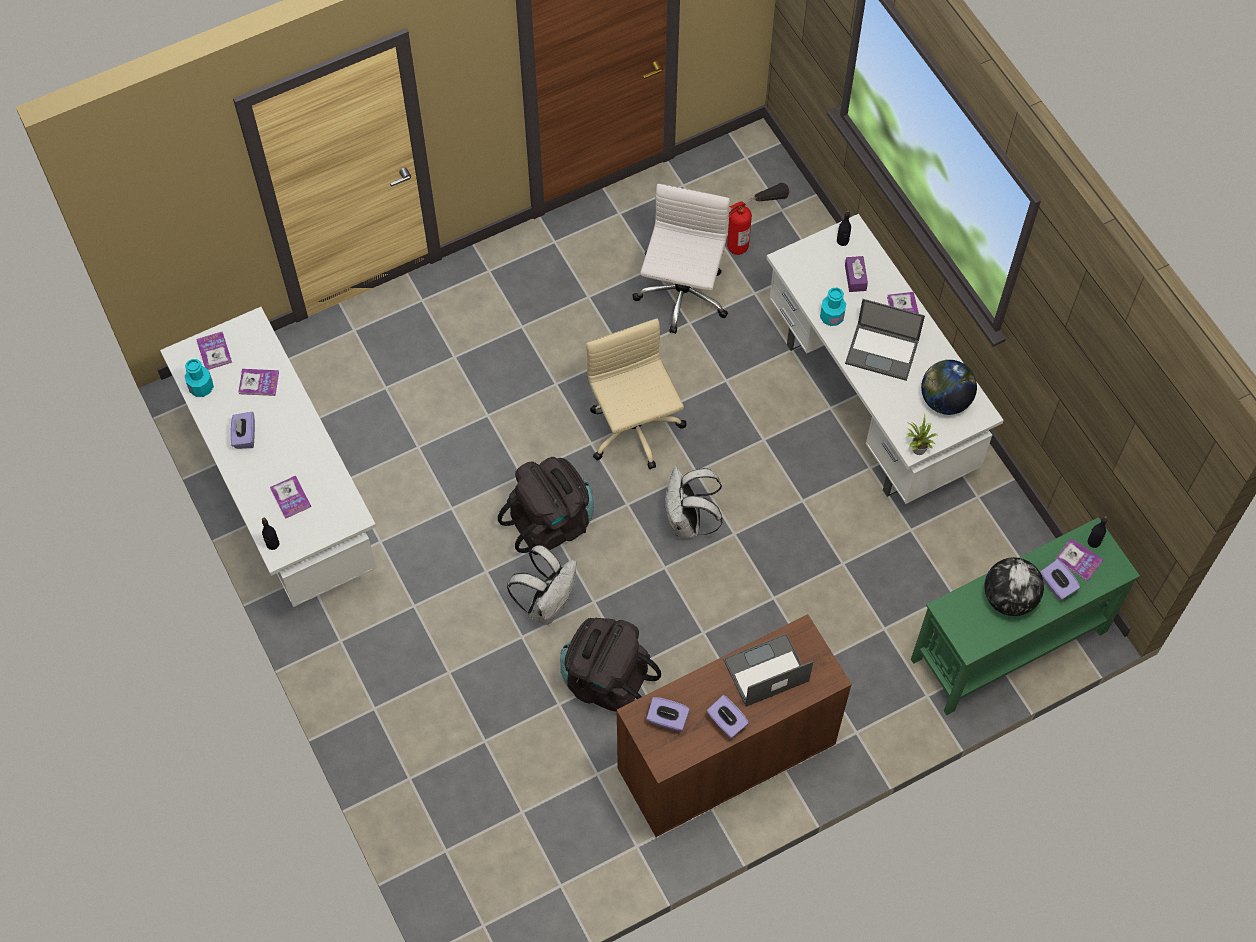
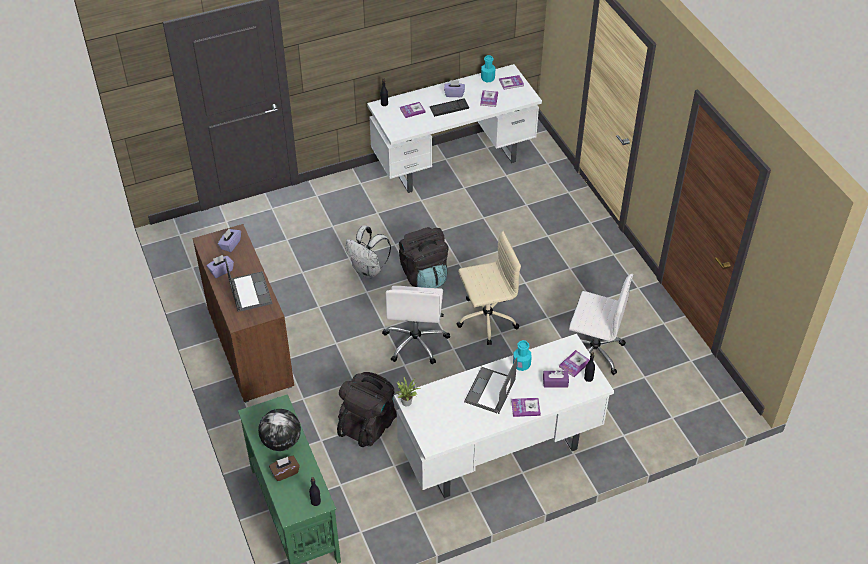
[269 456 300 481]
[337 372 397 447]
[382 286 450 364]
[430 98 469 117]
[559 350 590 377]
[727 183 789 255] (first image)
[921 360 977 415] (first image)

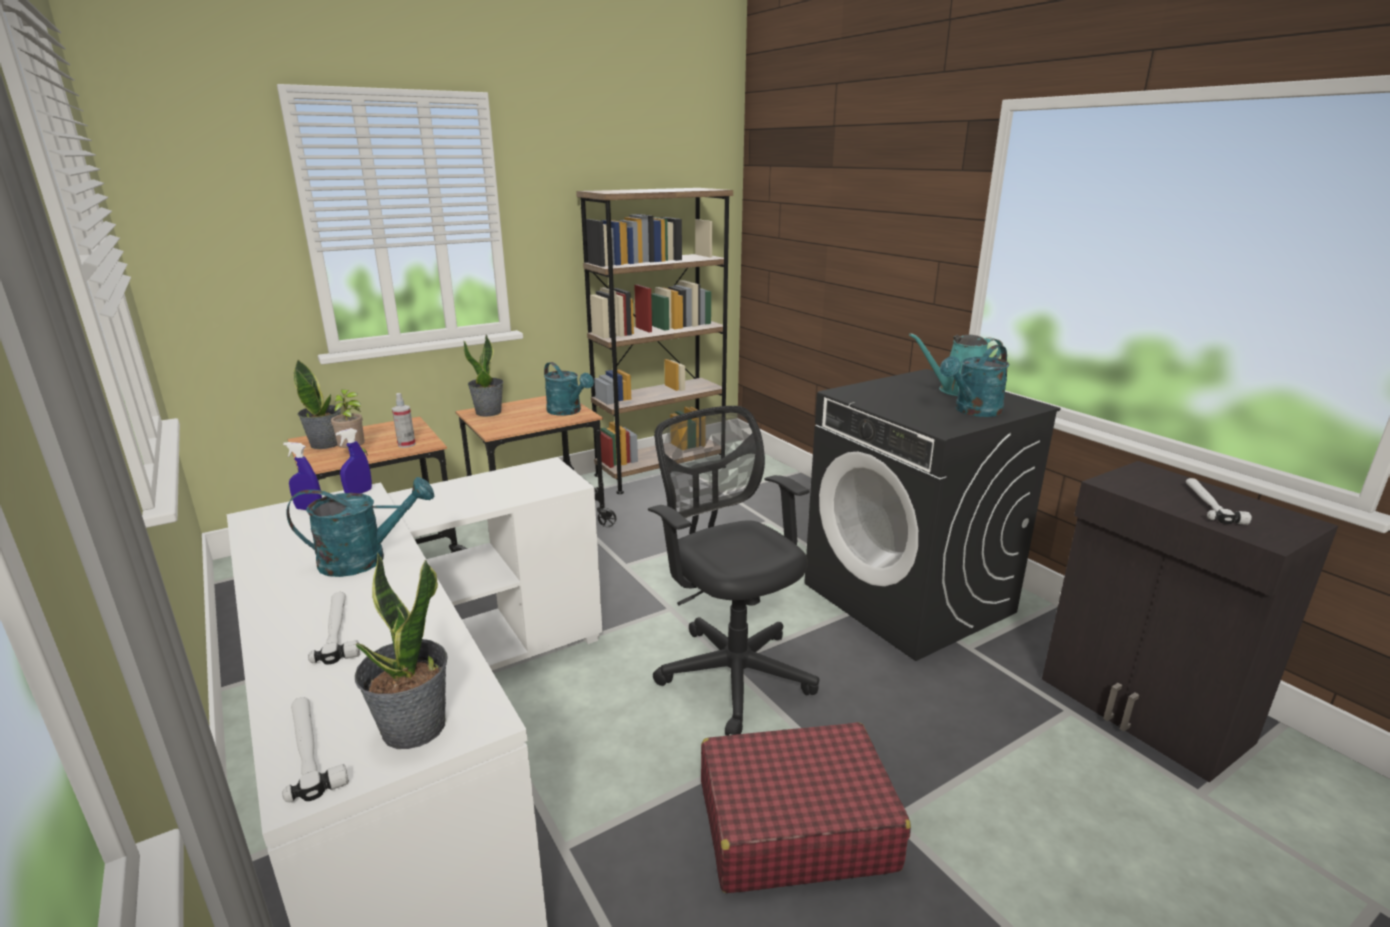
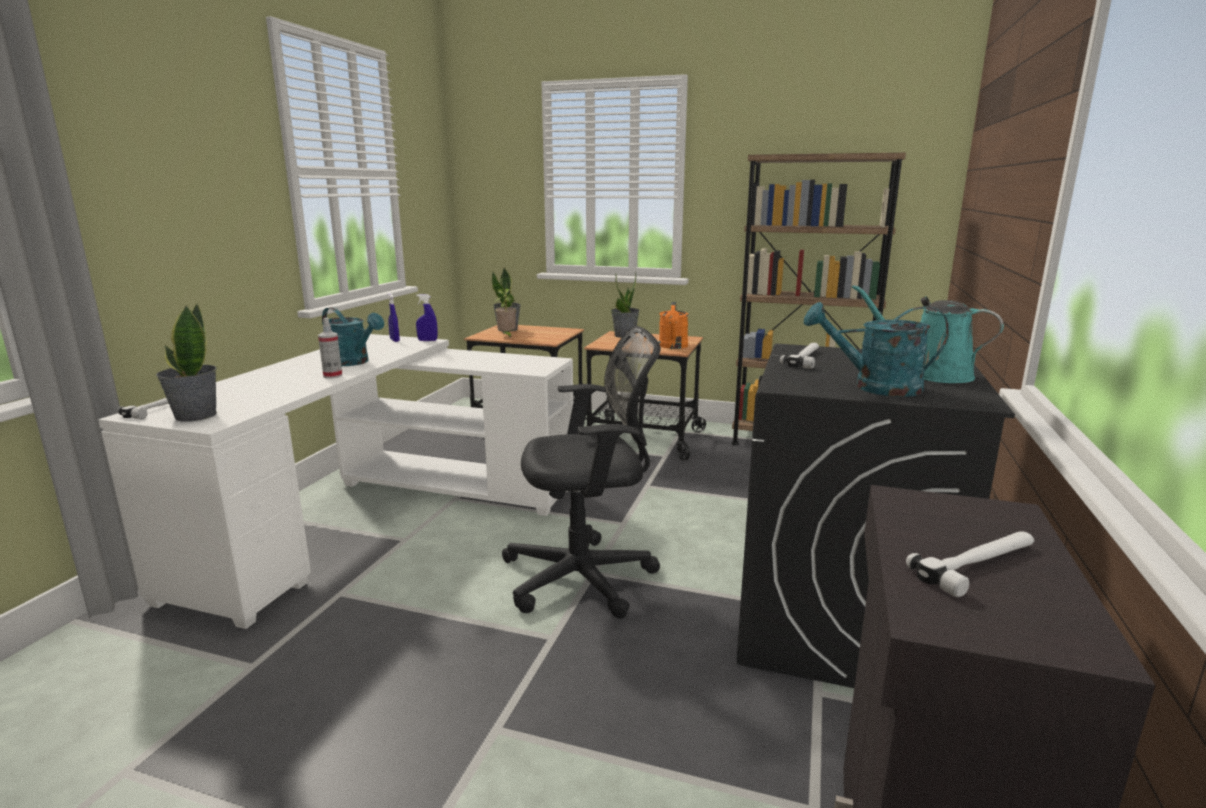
[318 318 342 379]
[502 326 661 618]
[659 302 688 349]
[780 343 819 369]
[701 722 911 893] (first image)

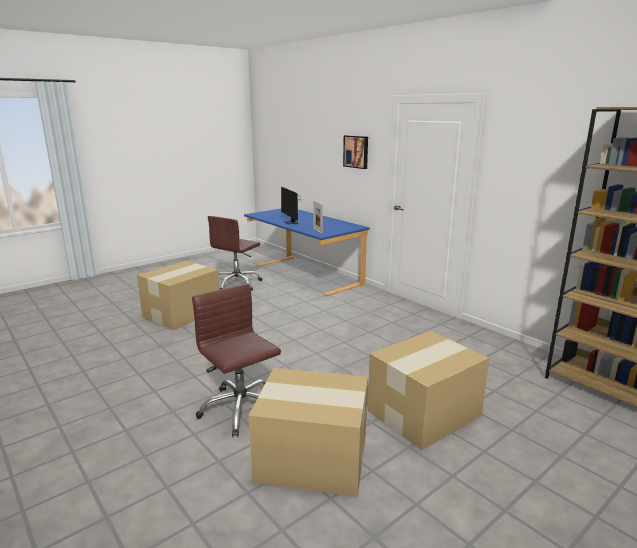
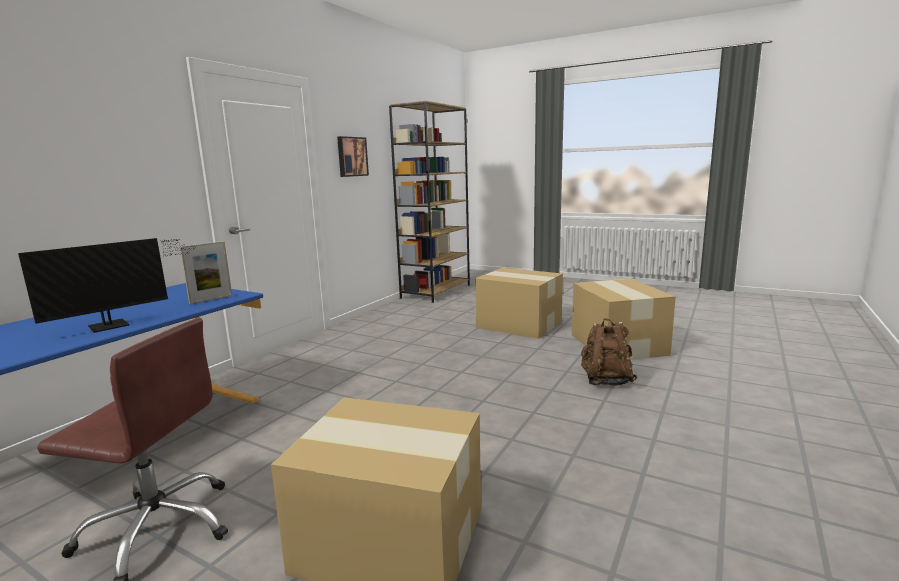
[337 136 369 177]
[581 318 637 386]

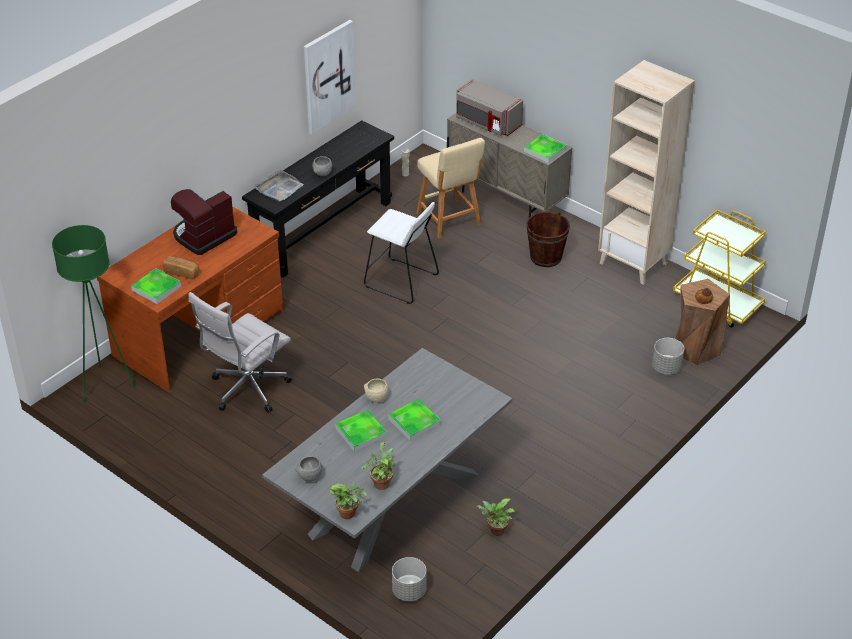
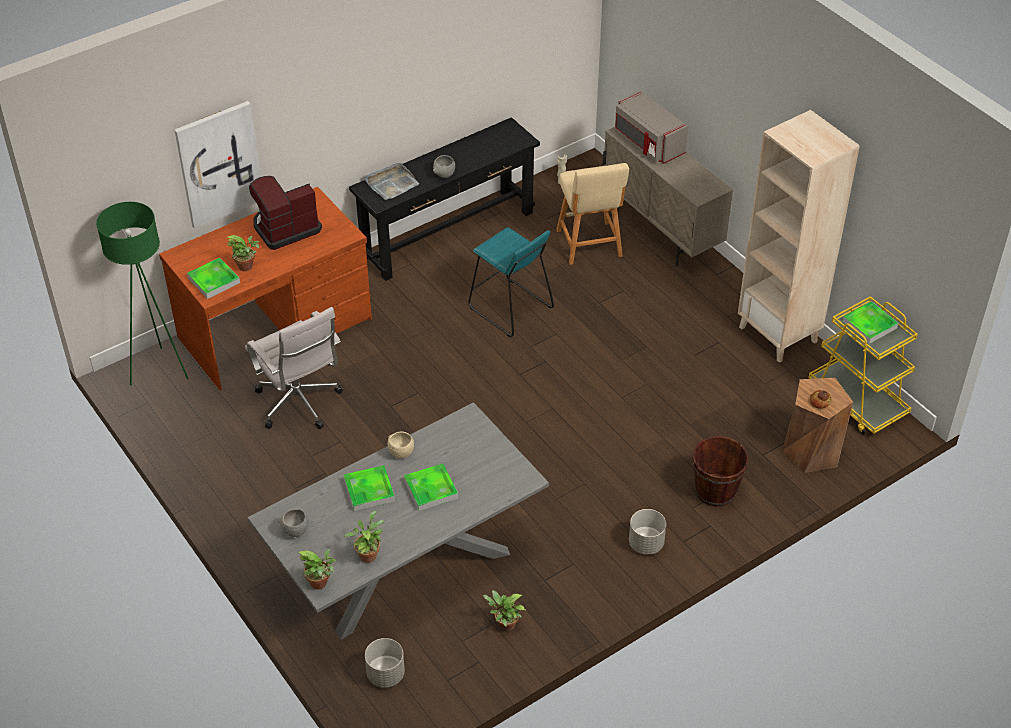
[174 101 261 229]
[226 235 259 271]
[245 307 343 429]
[468 227 554 337]
[629 509 666 555]
[693 436 749 507]
[842 301 898 344]

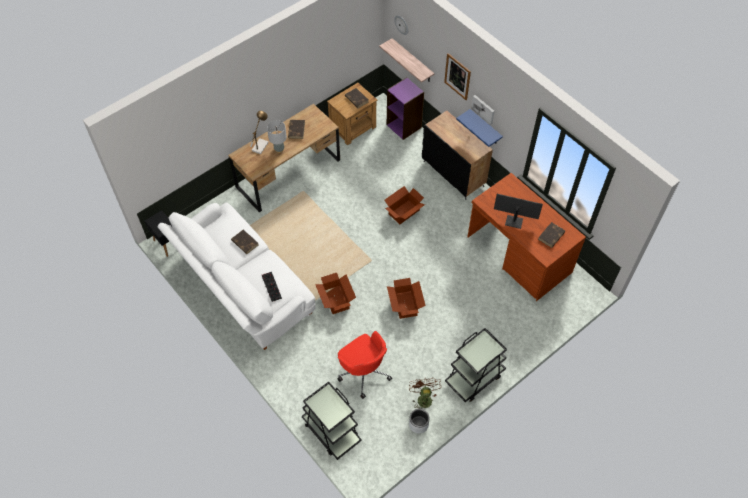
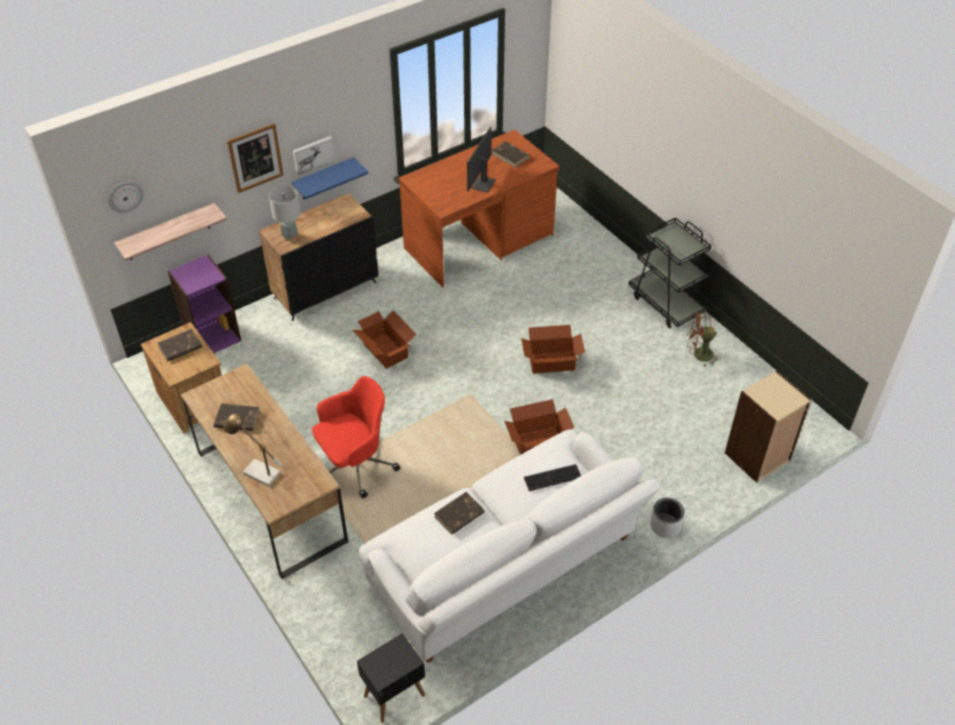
[269 186 301 241]
[312 376 400 498]
[650 498 684 538]
[725 371 811 483]

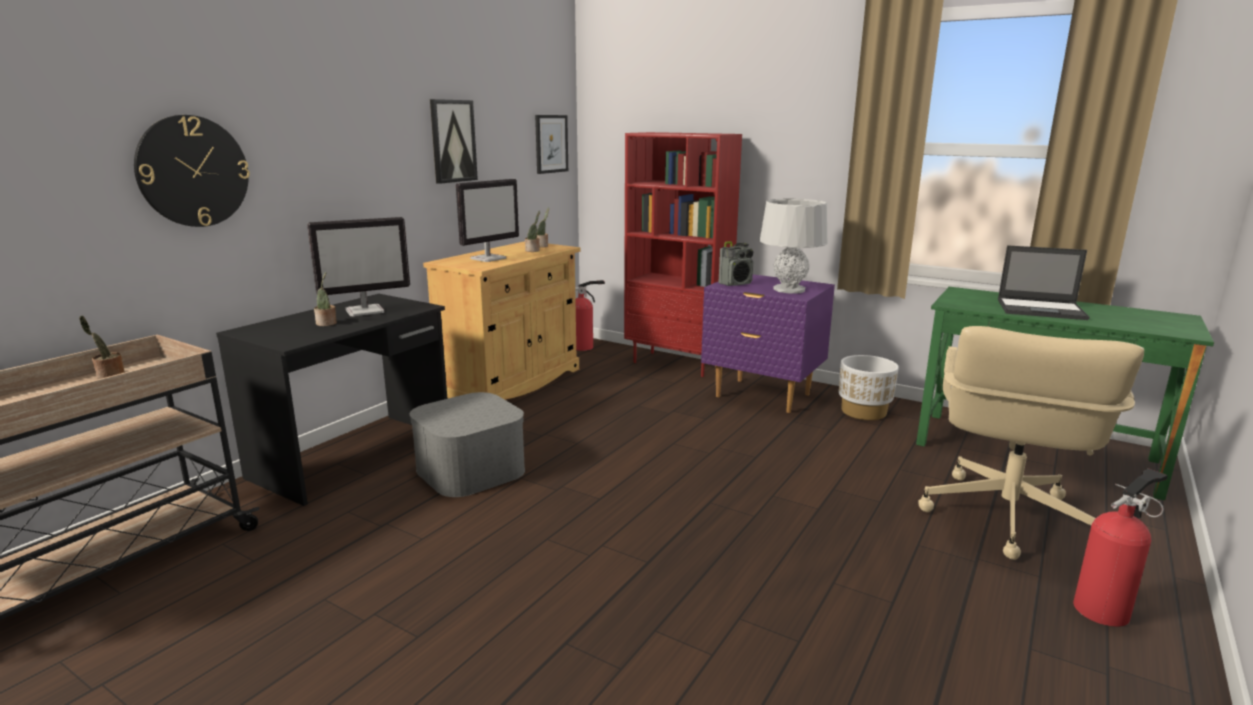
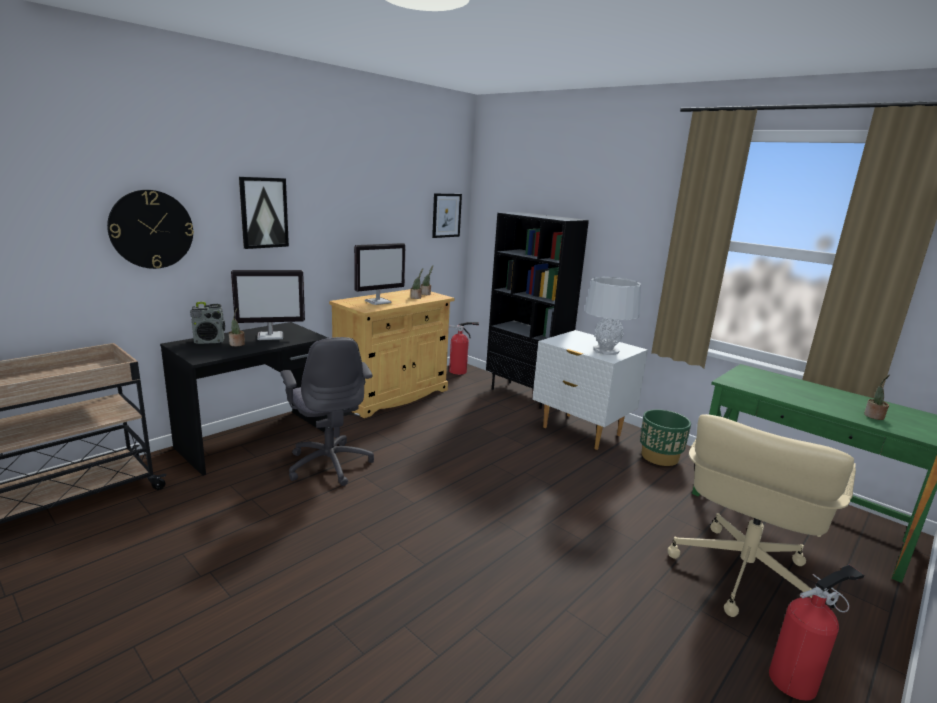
[190 302 225 344]
[239 177 289 249]
[281 337 374 486]
[486 212 589 409]
[532 330 648 450]
[640 409 691 466]
[864 374 890 420]
[998 245 1090 320] (first image)

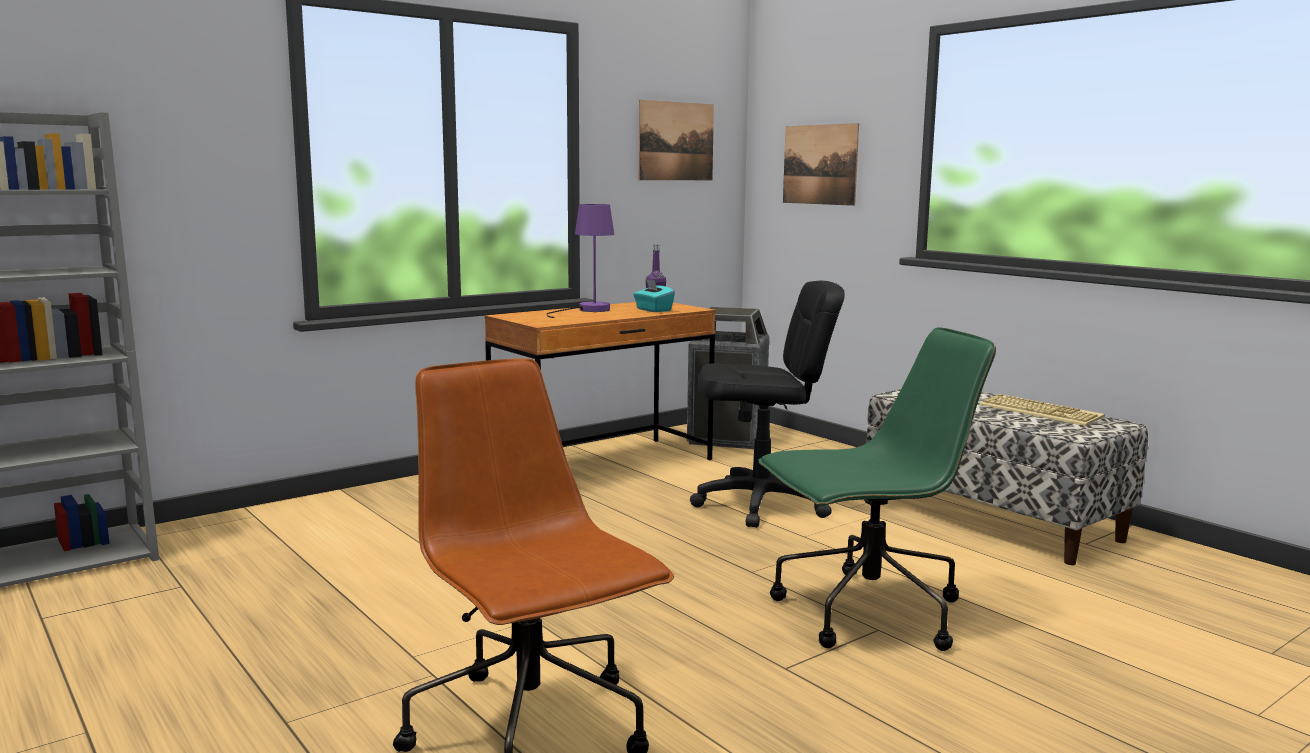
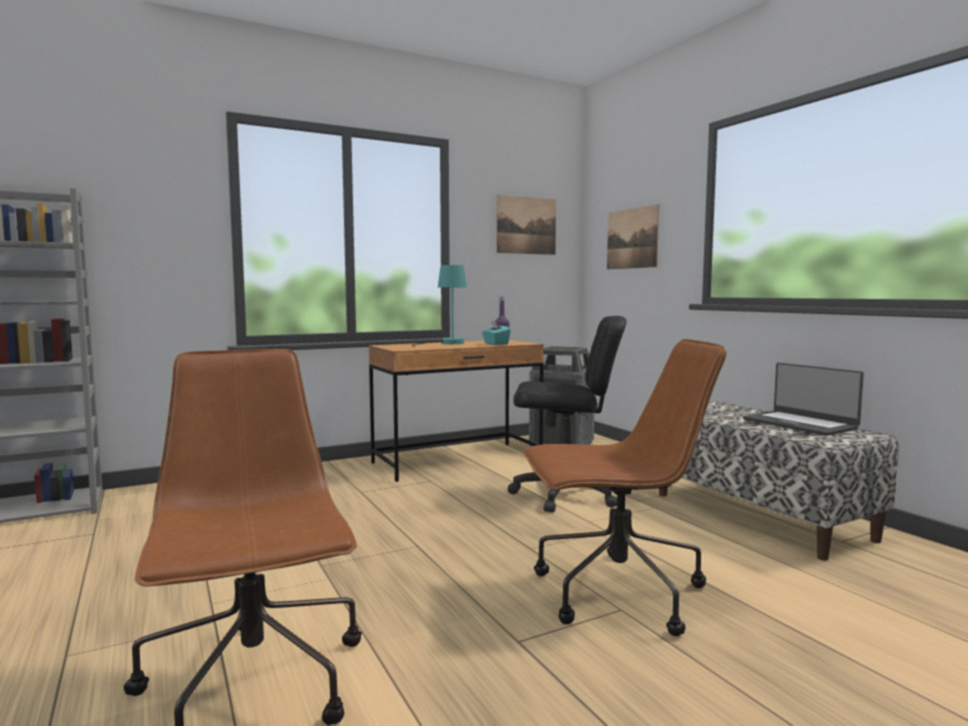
[412 265 467 347]
[523 339 727 636]
[743 363 864 436]

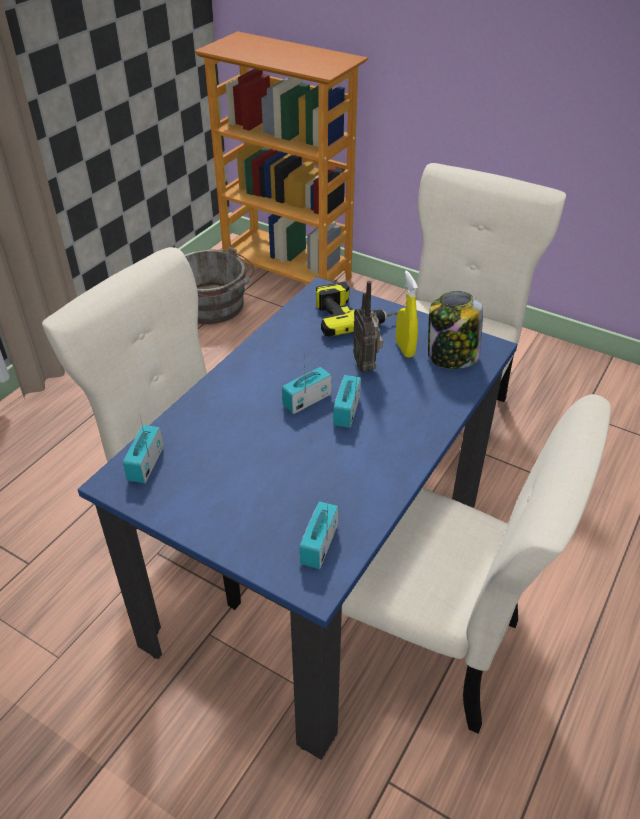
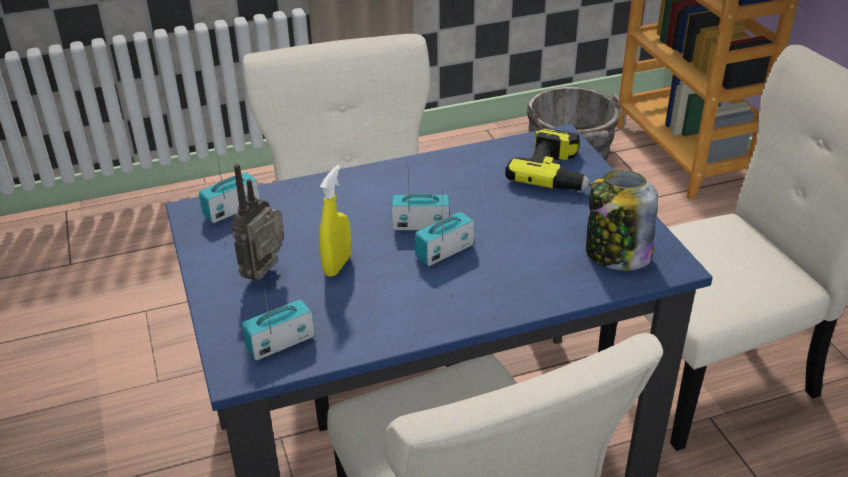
[231 164 284 281]
[319 165 351 277]

